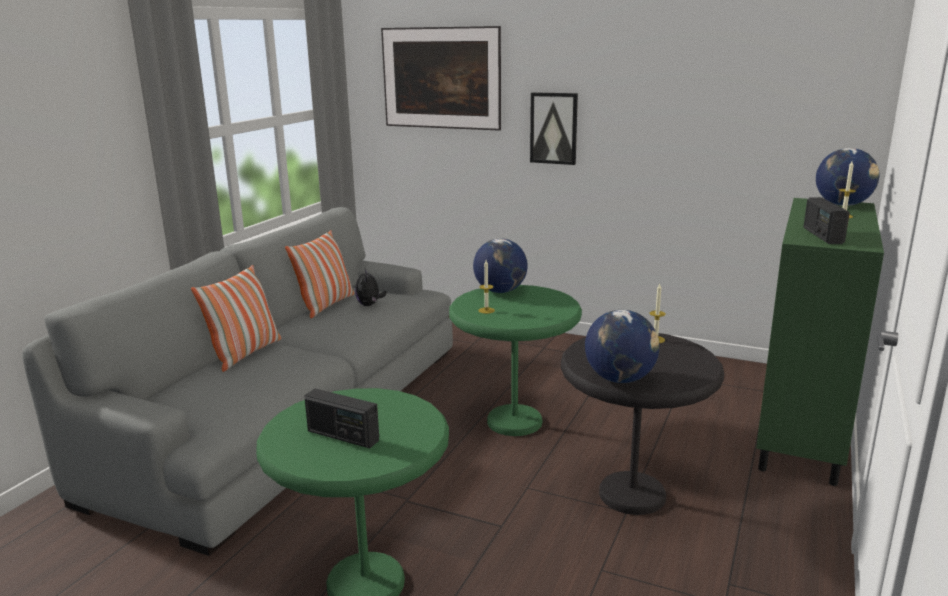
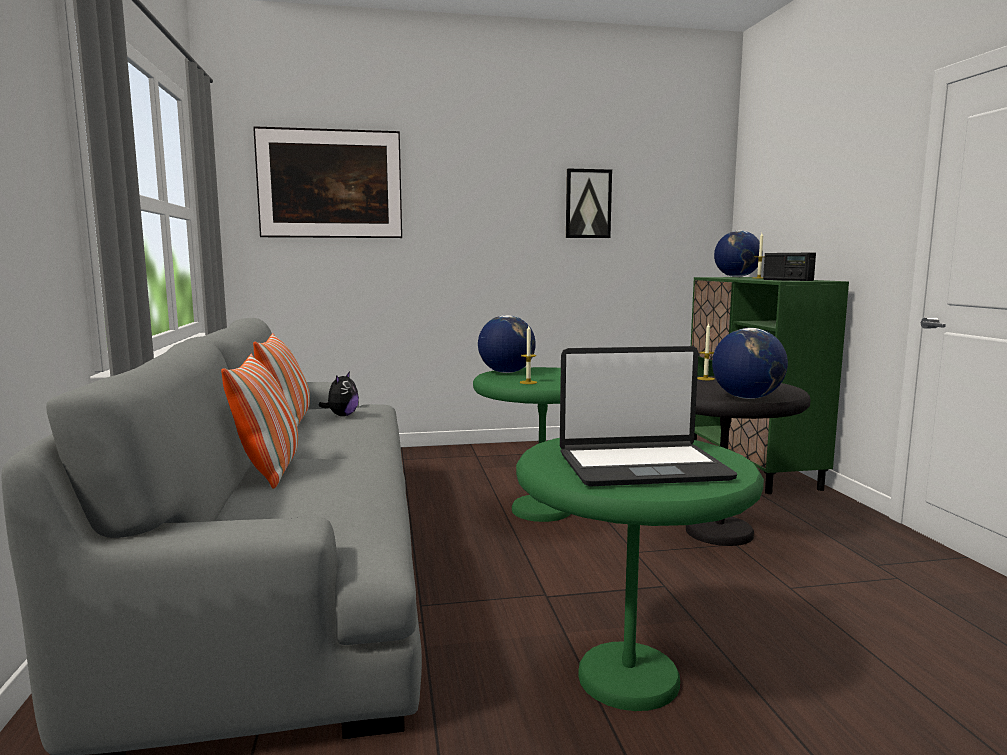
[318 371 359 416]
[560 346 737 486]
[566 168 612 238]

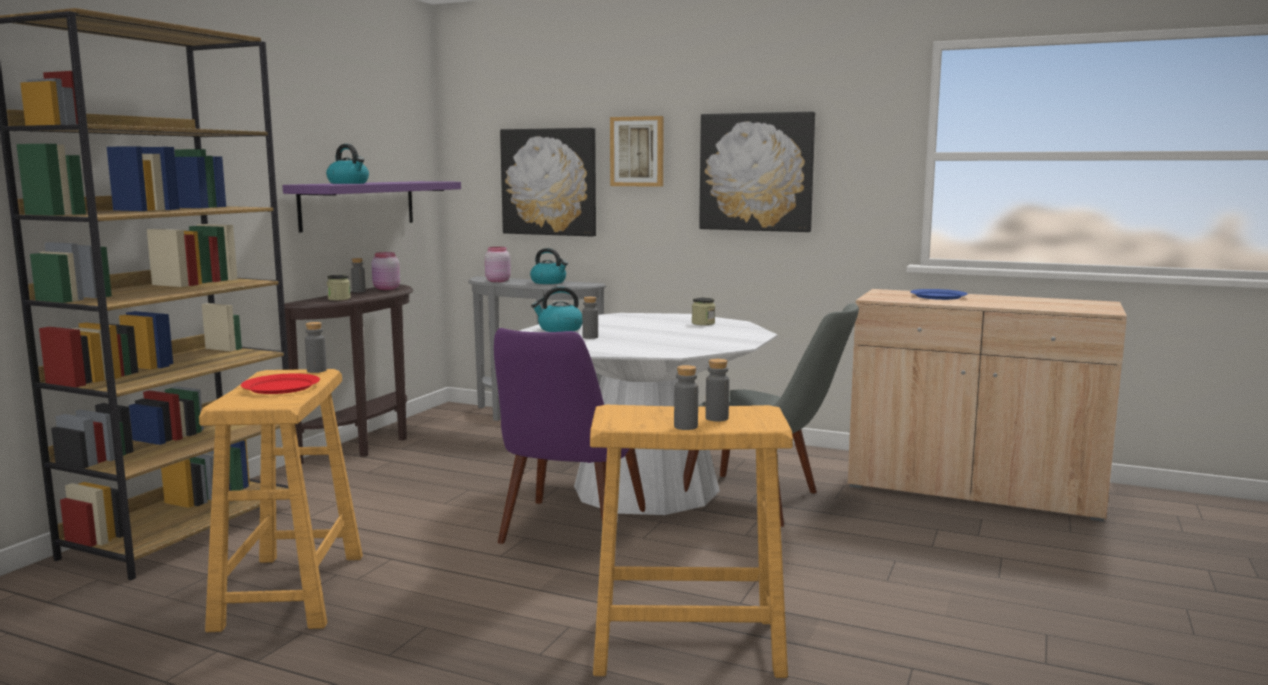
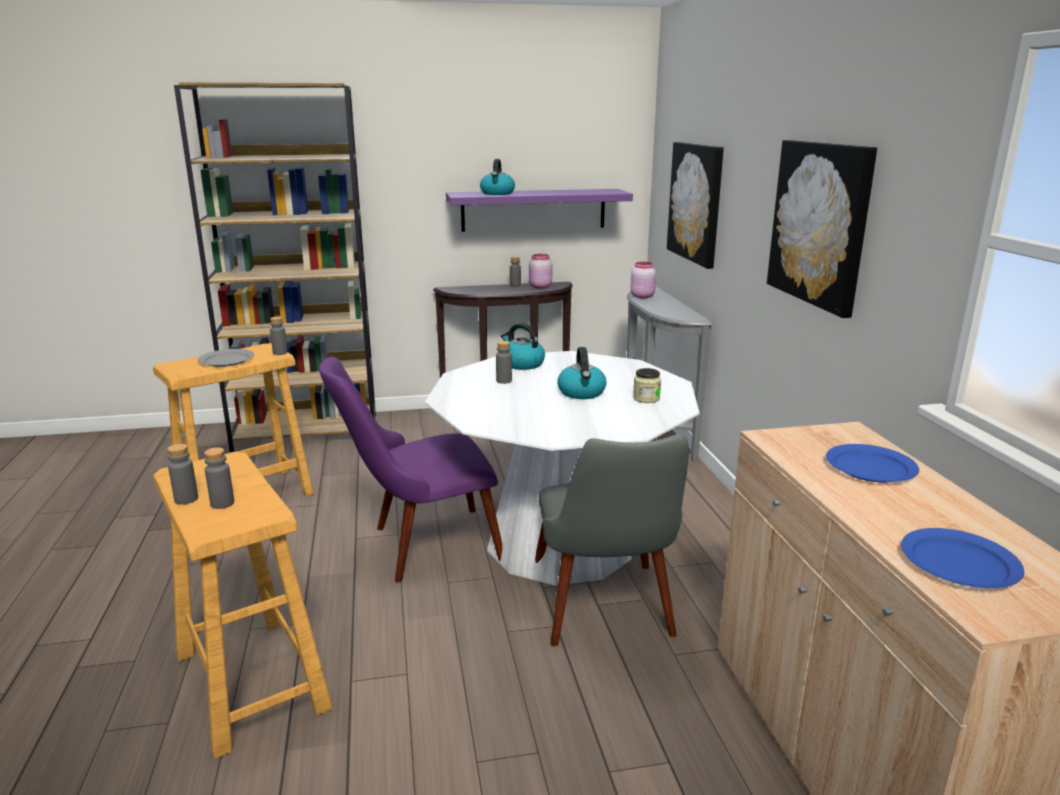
[198 349 254 367]
[558 347 606 399]
[901 528 1024 588]
[327 275 351 301] (first image)
[610 116 664 187] (first image)

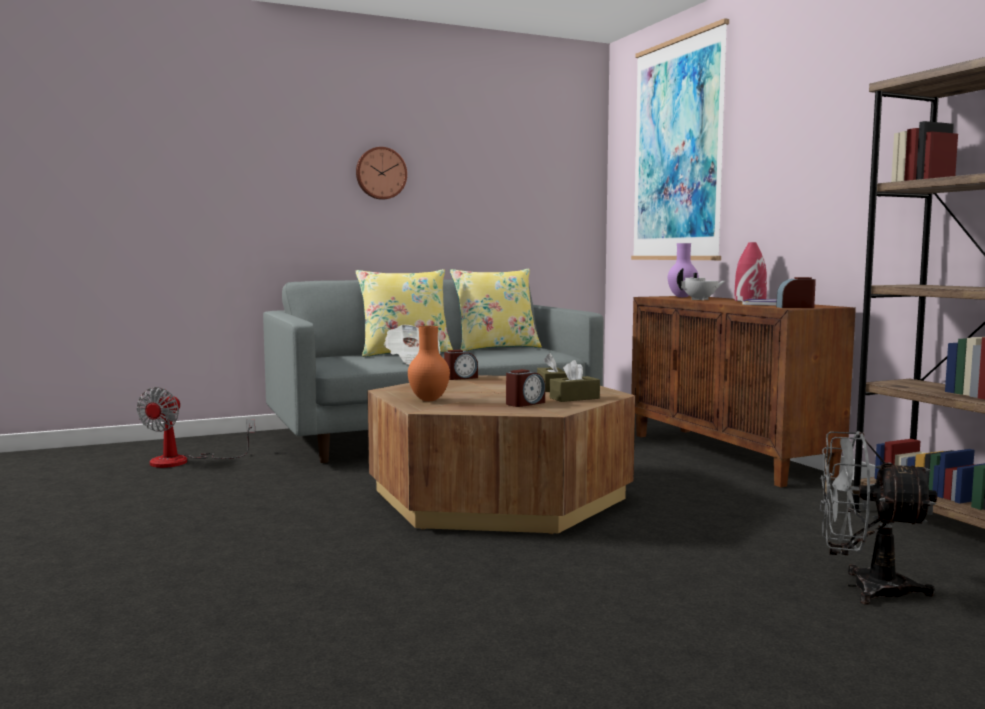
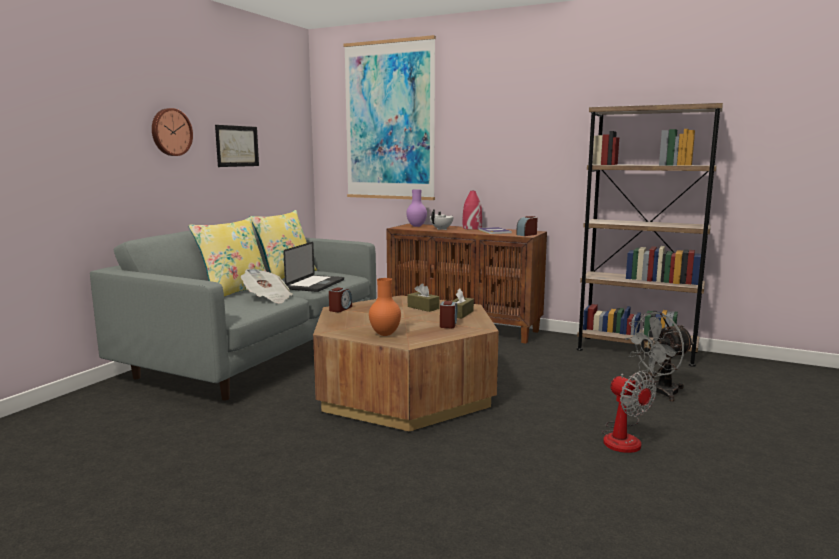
[215 125 259 167]
[283 242 344 292]
[602 371 657 453]

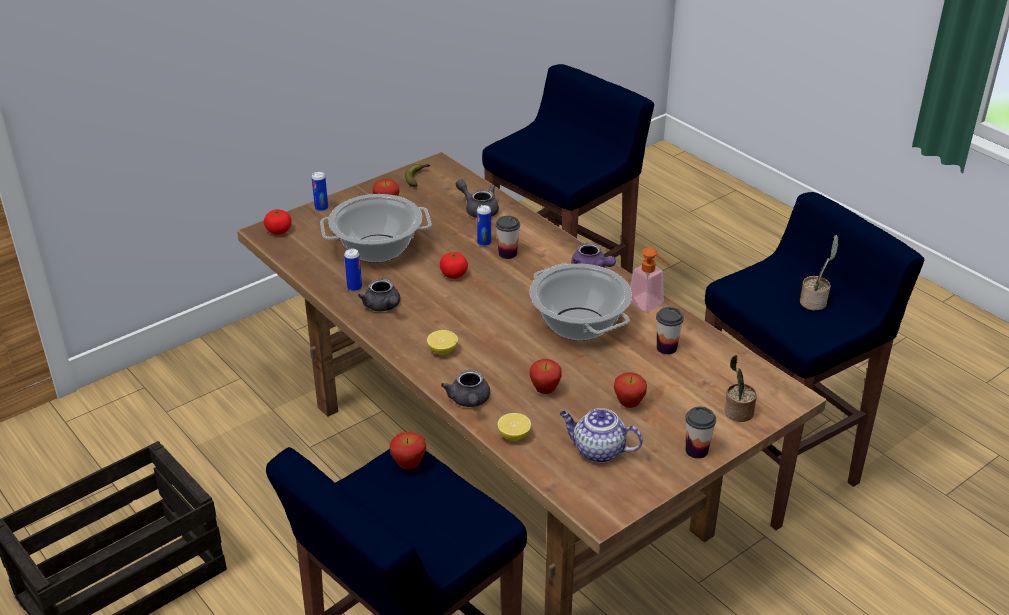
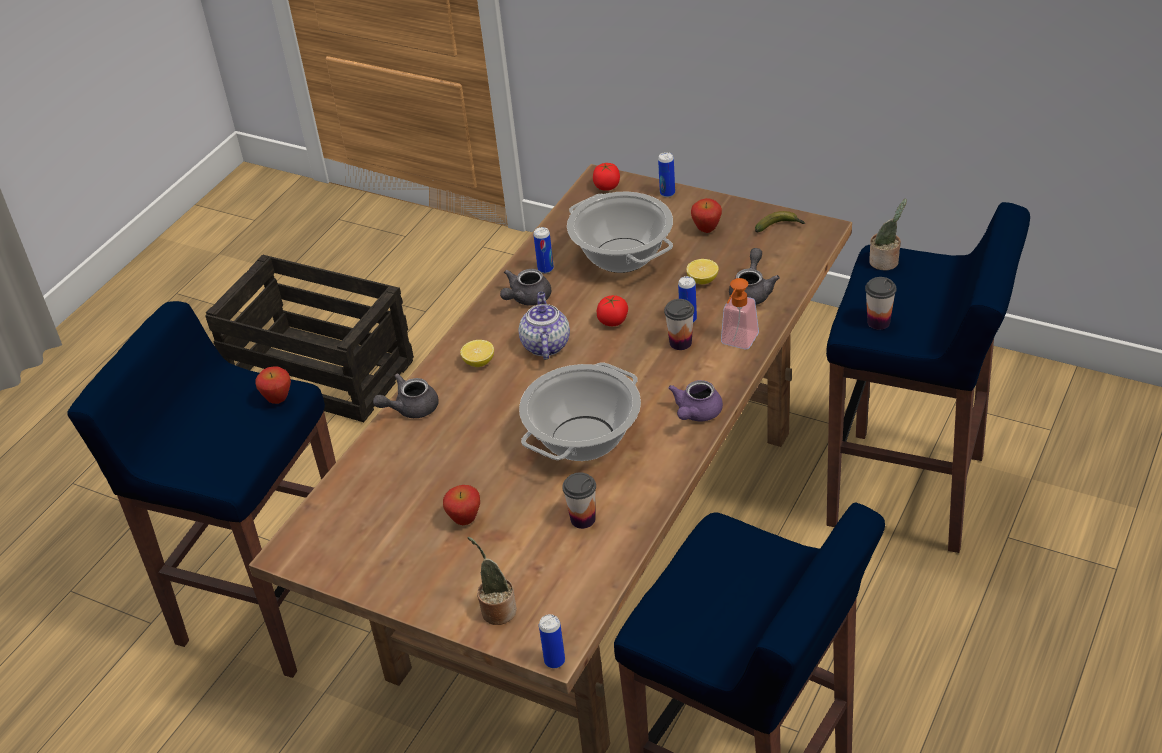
[518 292 570 360]
[539 614 565 668]
[686 259 719 284]
[721 278 759 349]
[865 277 896 330]
[869 199 907 271]
[530 359 562 394] (first image)

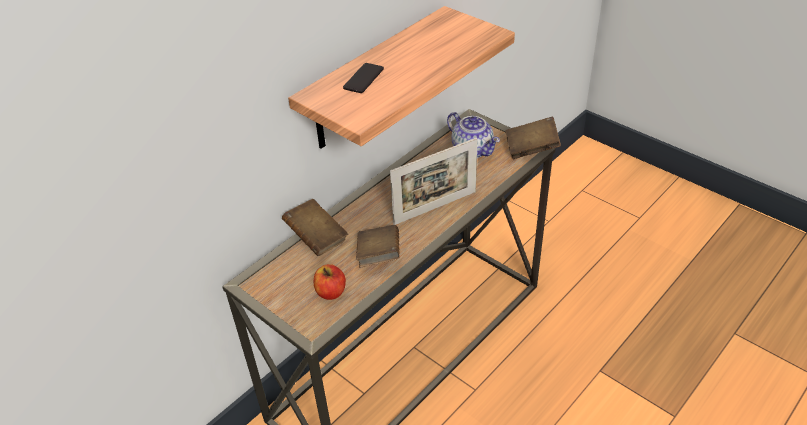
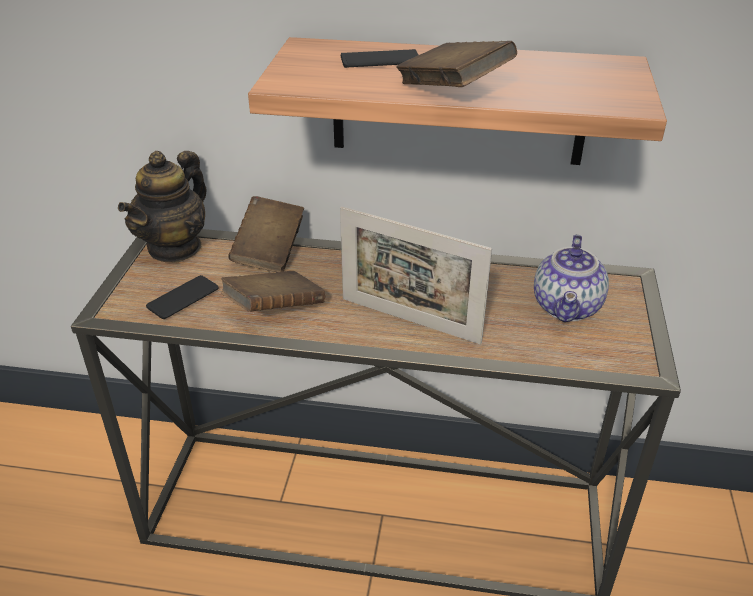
[118 151 207 262]
[146 275 219 319]
[396 41 517 87]

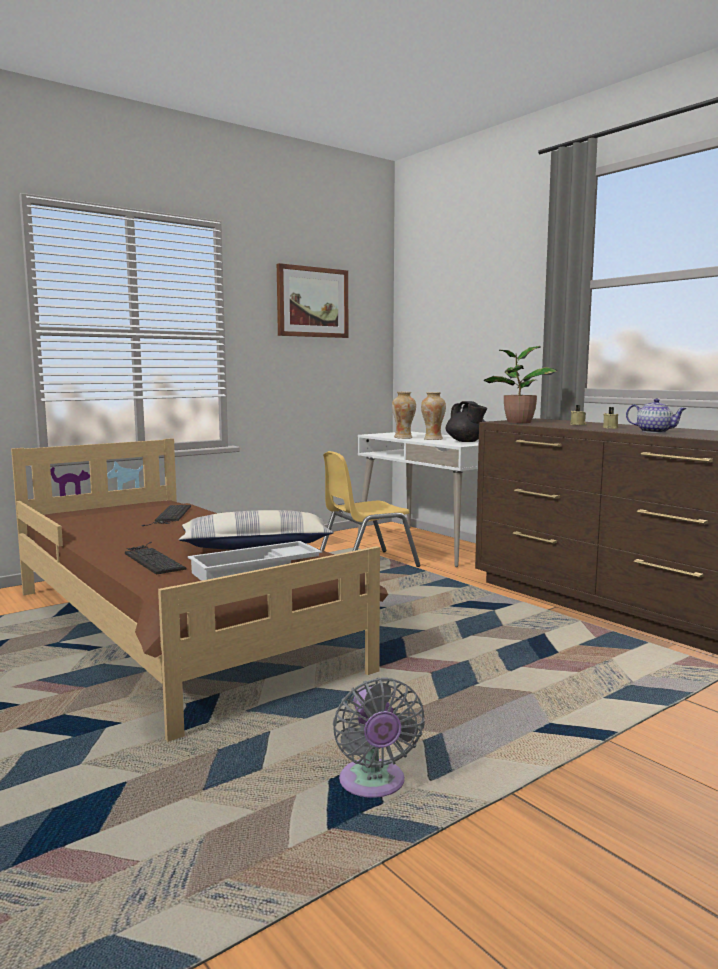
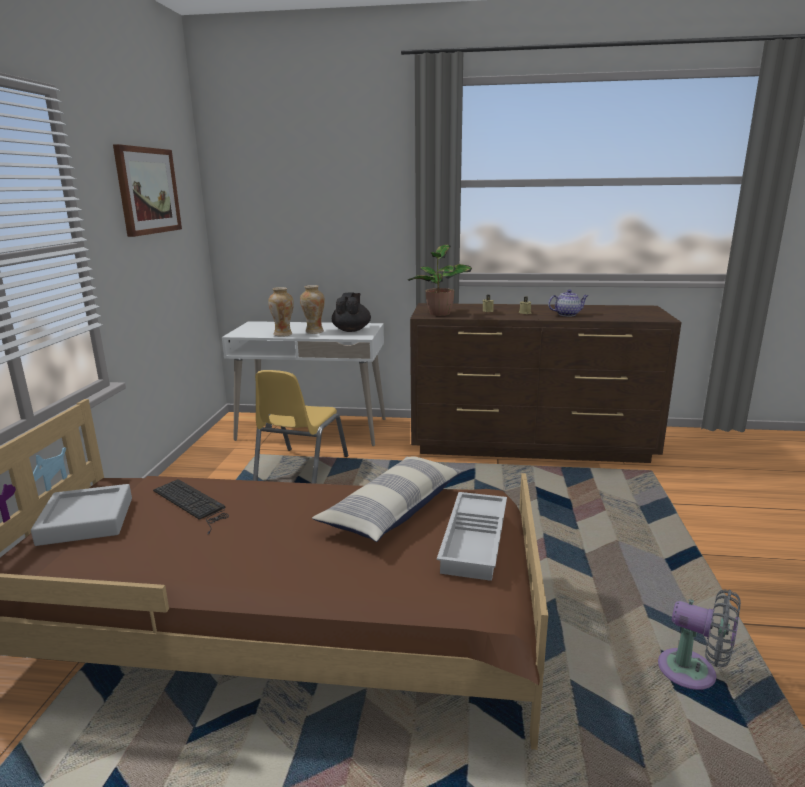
[31 484 132 546]
[332 292 371 332]
[125 542 187 575] (first image)

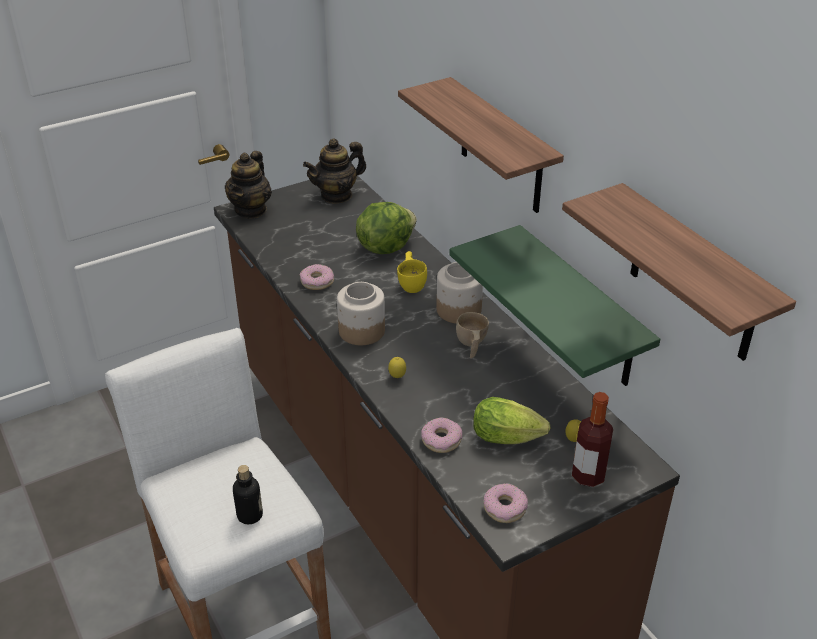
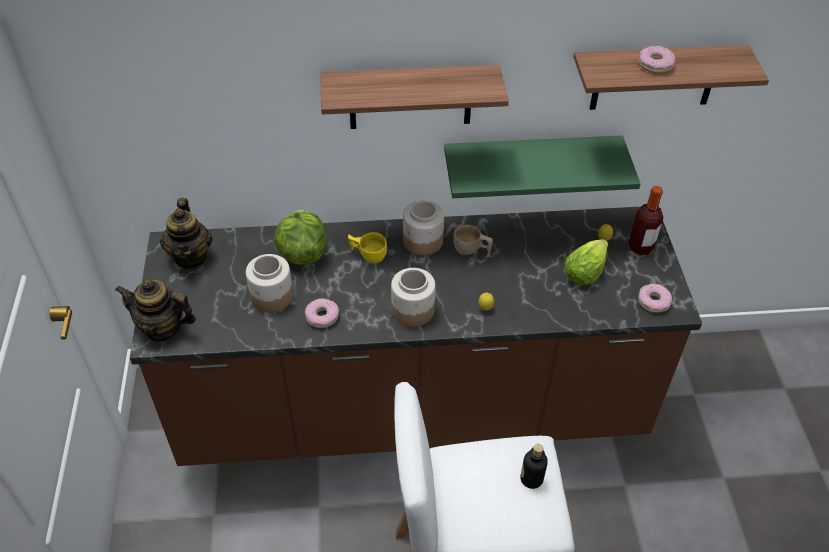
[115 279 196 343]
[246 254 293 312]
[639 46 675 73]

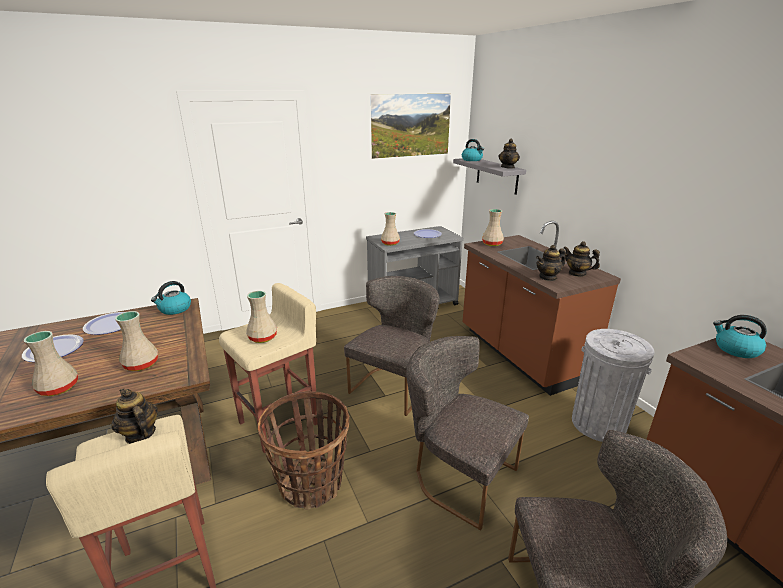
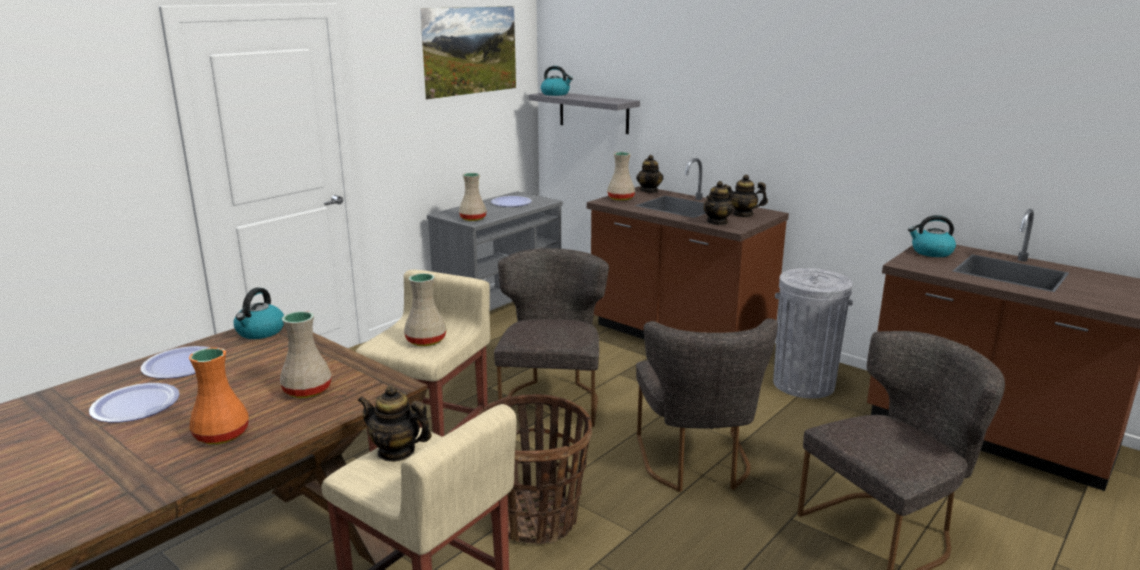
[189 347 249 444]
[636 155 663 193]
[636 318 778 492]

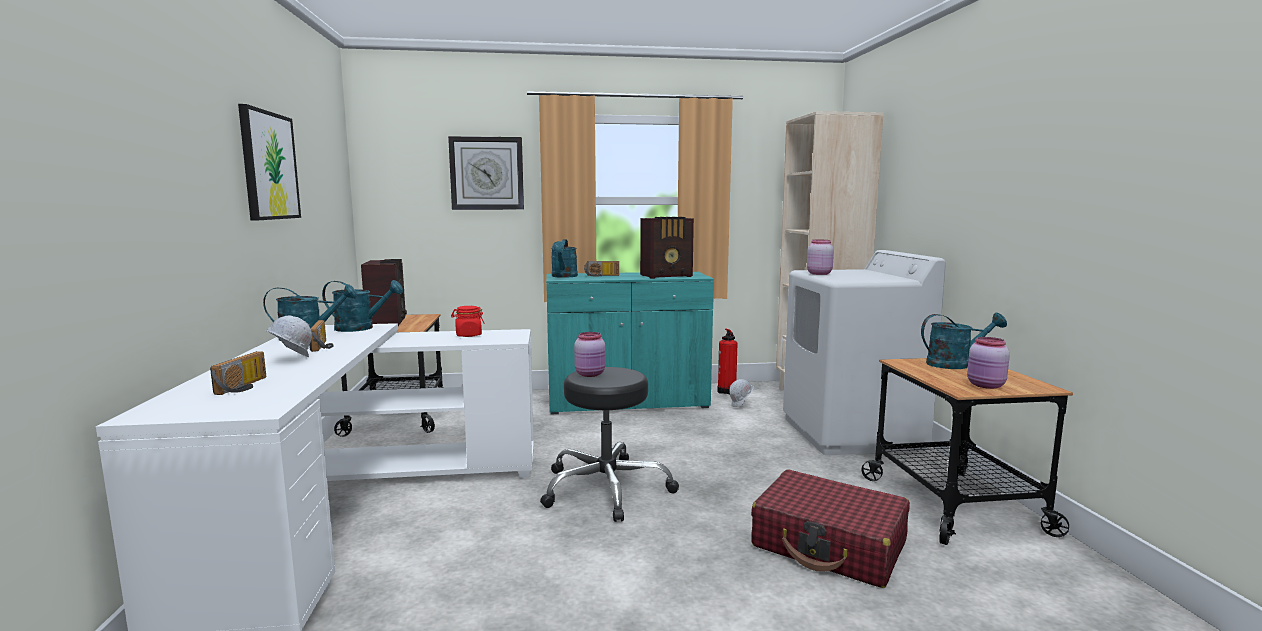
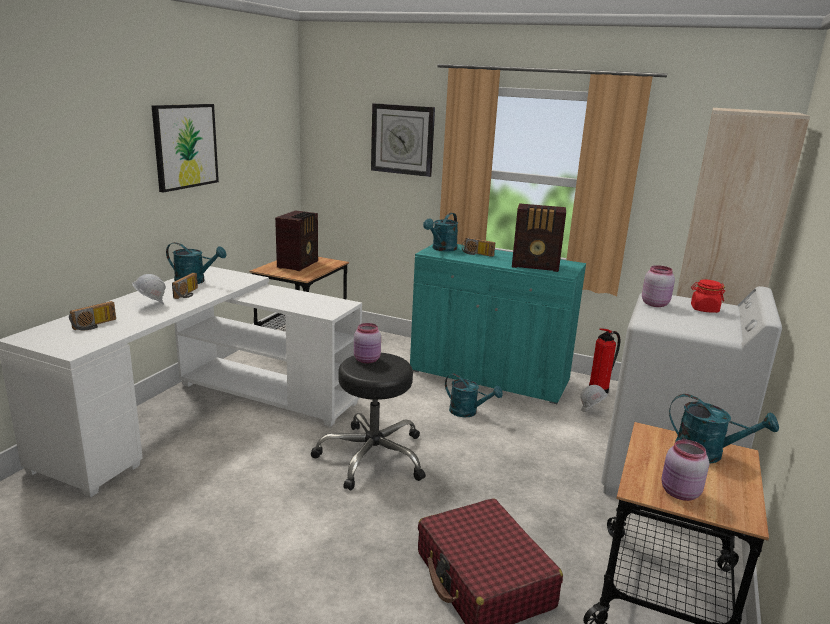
[445 374 503 417]
[691 279 725 313]

